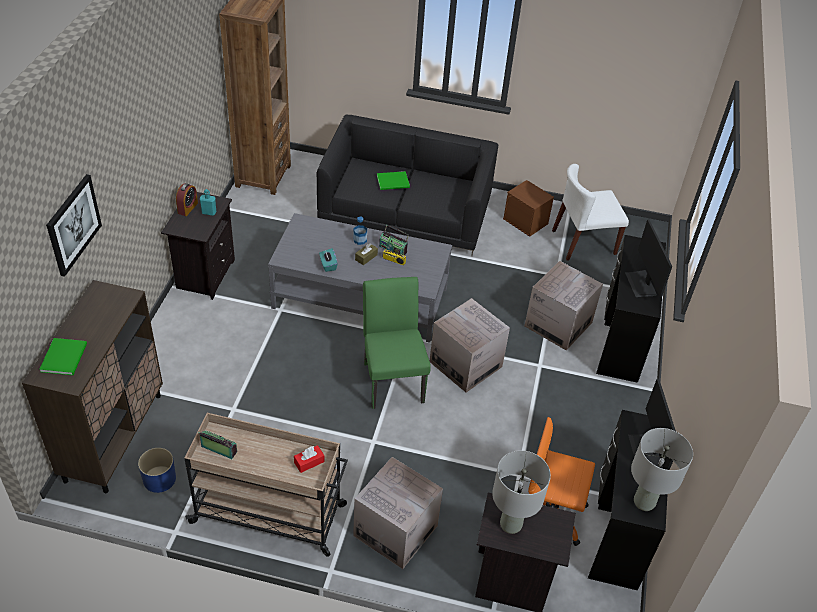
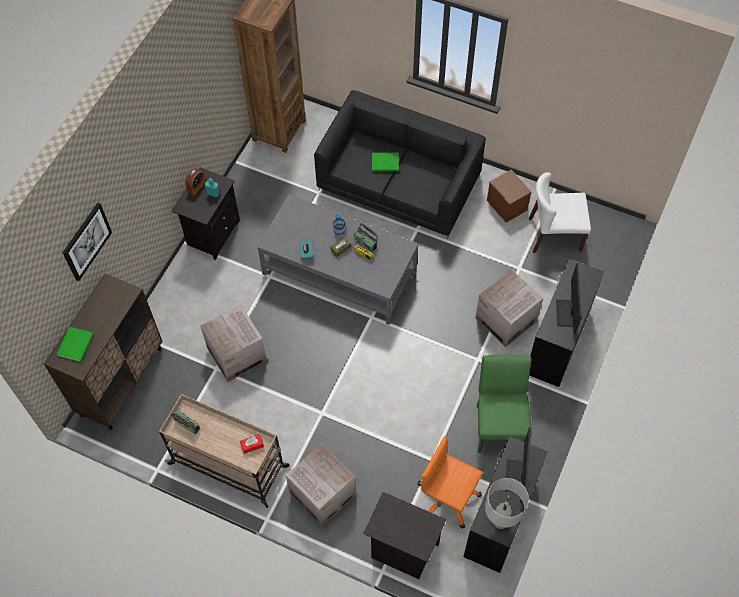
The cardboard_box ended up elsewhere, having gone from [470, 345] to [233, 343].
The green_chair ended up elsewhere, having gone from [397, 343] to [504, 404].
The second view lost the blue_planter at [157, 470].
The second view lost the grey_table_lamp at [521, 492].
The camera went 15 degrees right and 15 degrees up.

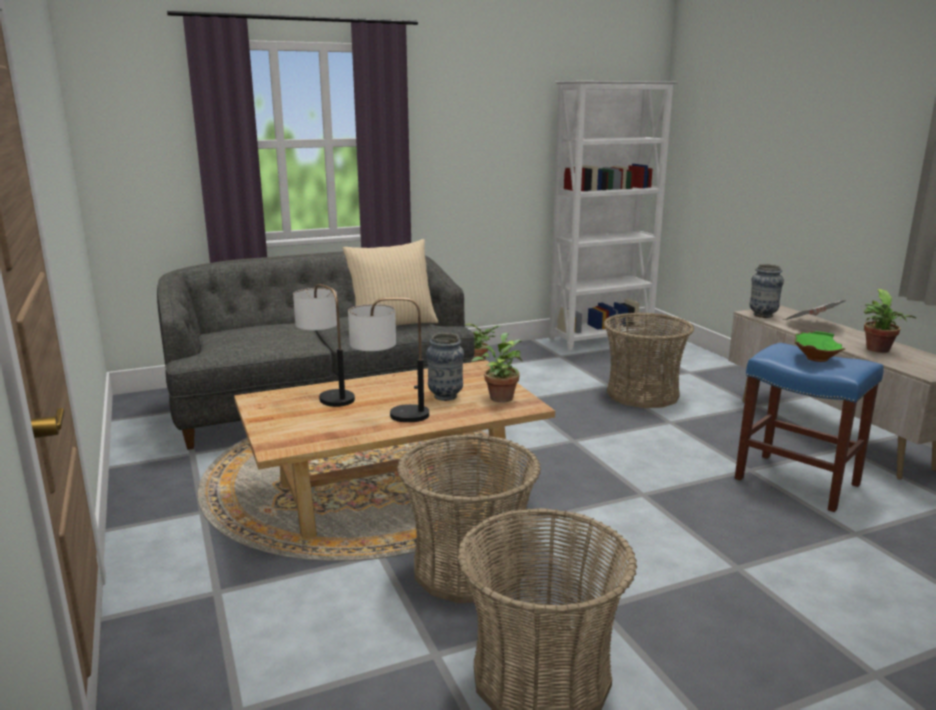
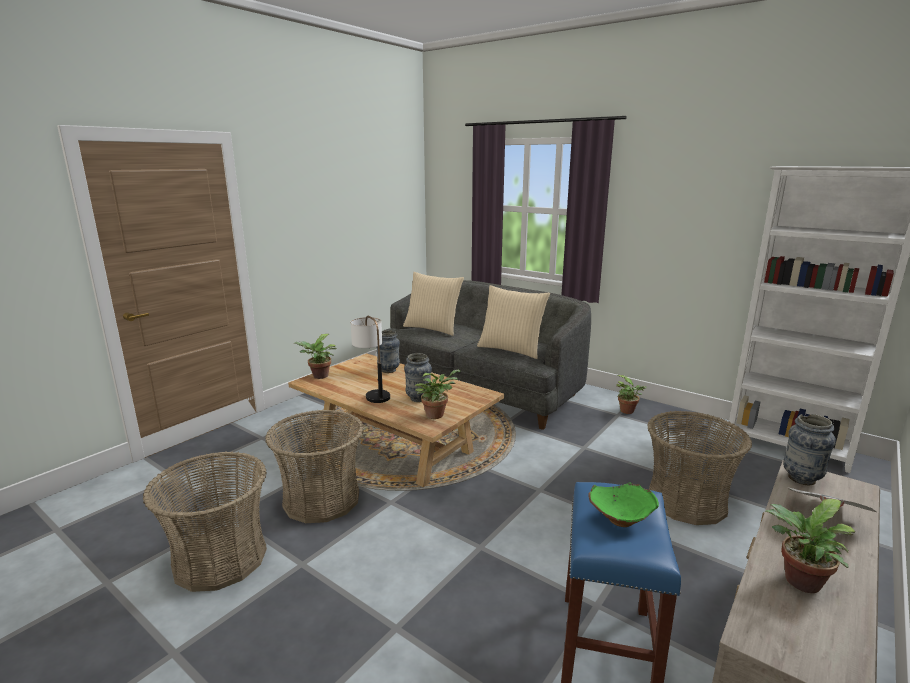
The second view gained the potted_plant at [314, 356].
Where the table_lamp stood at [324, 345], the vase came to stand at [388, 351].
The second view gained the beige_pillow at [433, 304].
The camera went 60 degrees right and 0 degrees up.

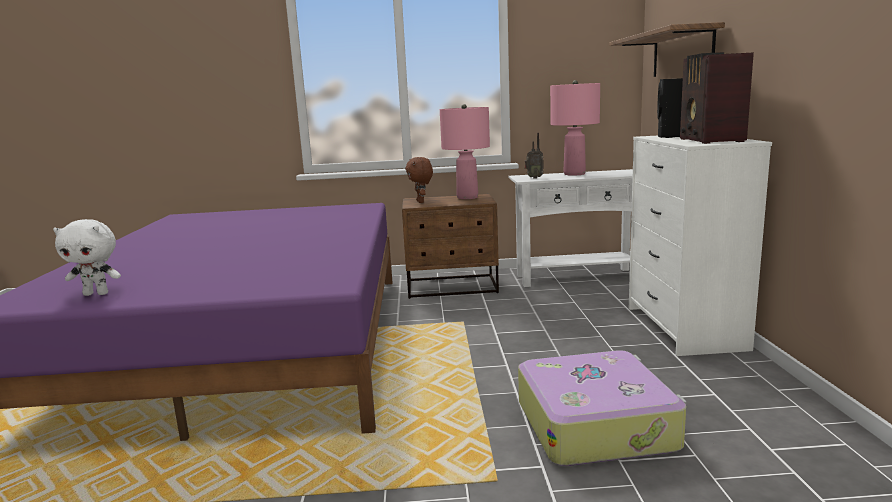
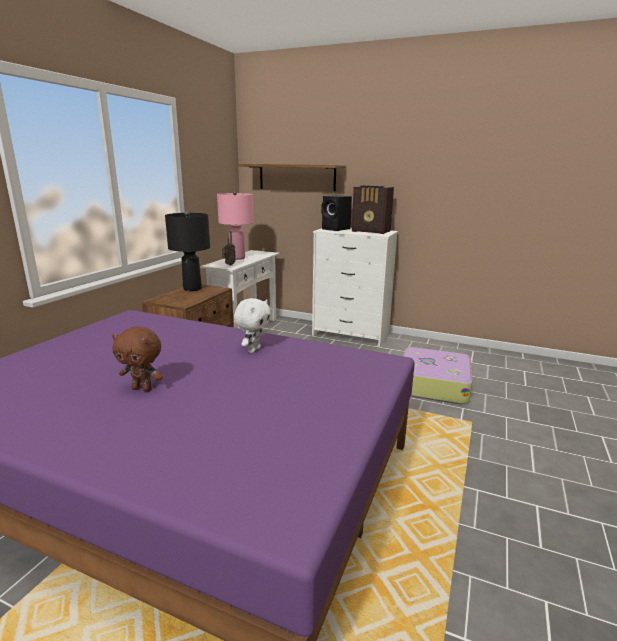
The brown_plush_toy ended up elsewhere, having gone from [419, 180] to [137, 359].
What was the pink_table_lamp at [465, 151] turned into the black_table_lamp at [187, 251].
The white_plush_toy ended up elsewhere, having gone from [87, 257] to [252, 325].
The camera went 65 degrees left and 5 degrees up.

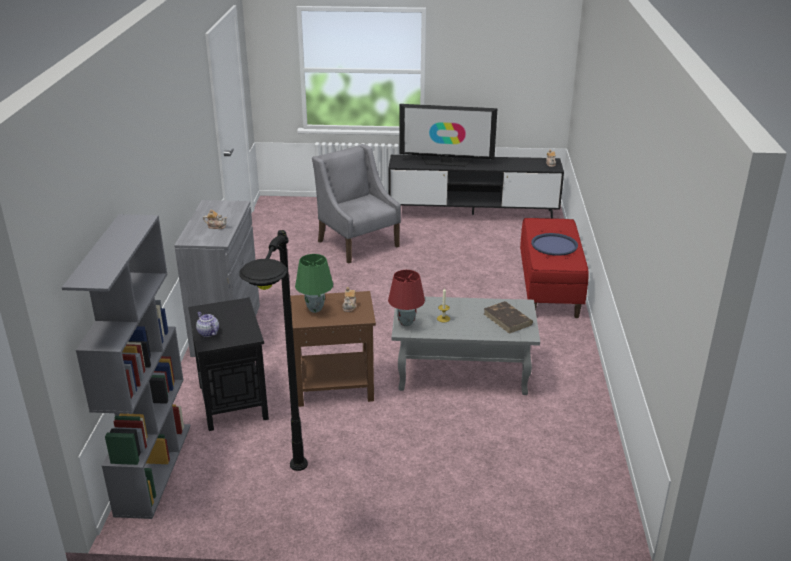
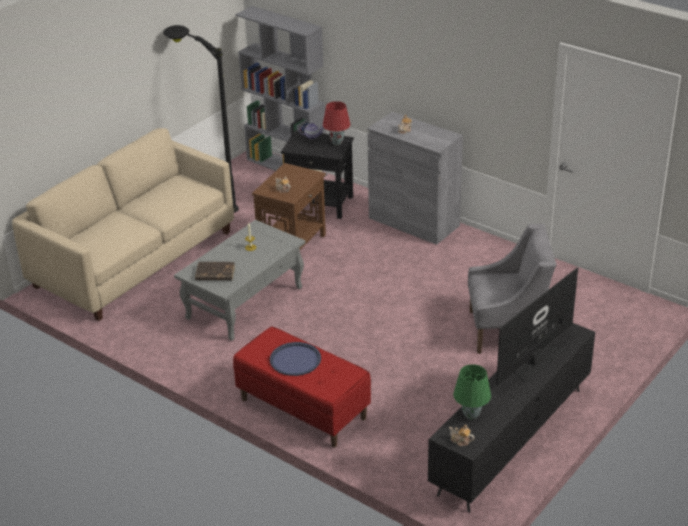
The second view gained the beige_sofa at [123, 224].
The red_table_lamp ended up elsewhere, having gone from [406, 298] to [336, 123].
The green_table_lamp ended up elsewhere, having gone from [314, 283] to [472, 392].
The camera went 125 degrees right and 5 degrees up.

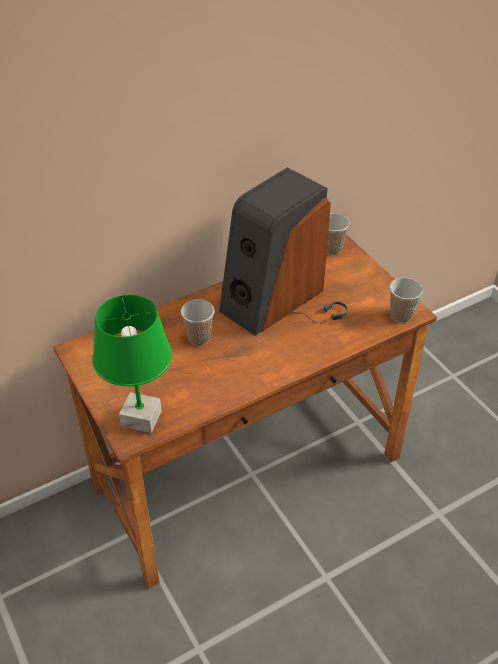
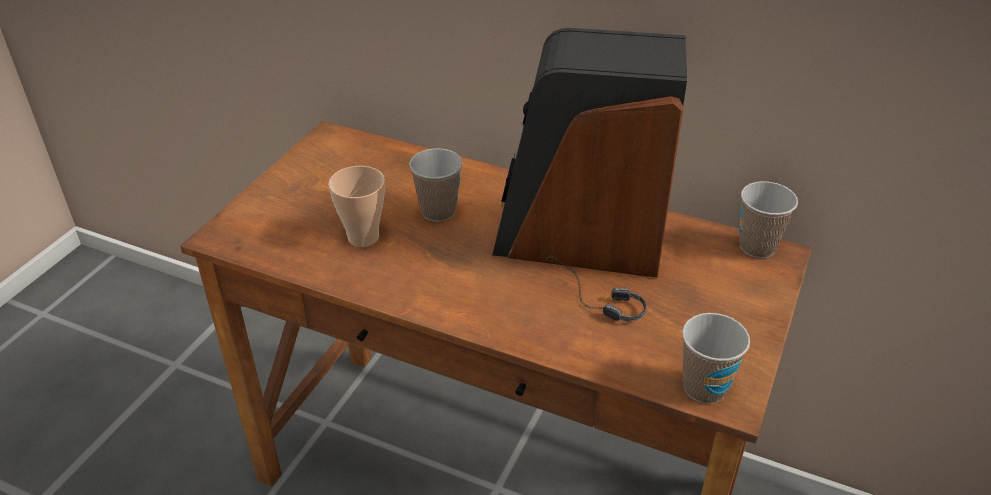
The second view gained the cup at [356, 206].
The second view lost the green_table_lamp at [132, 364].
The camera went 55 degrees right and 5 degrees down.

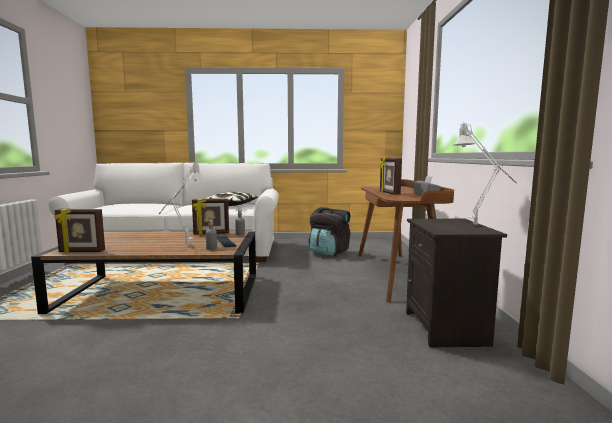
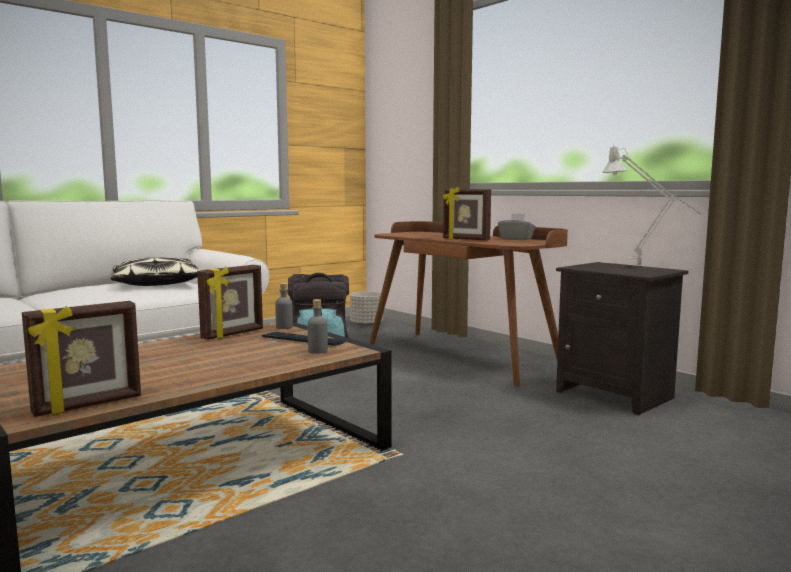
The second view gained the grey_planter at [366, 308].
The second view lost the grey_table_lamp at [181, 203].
The camera went 40 degrees left and 0 degrees up.

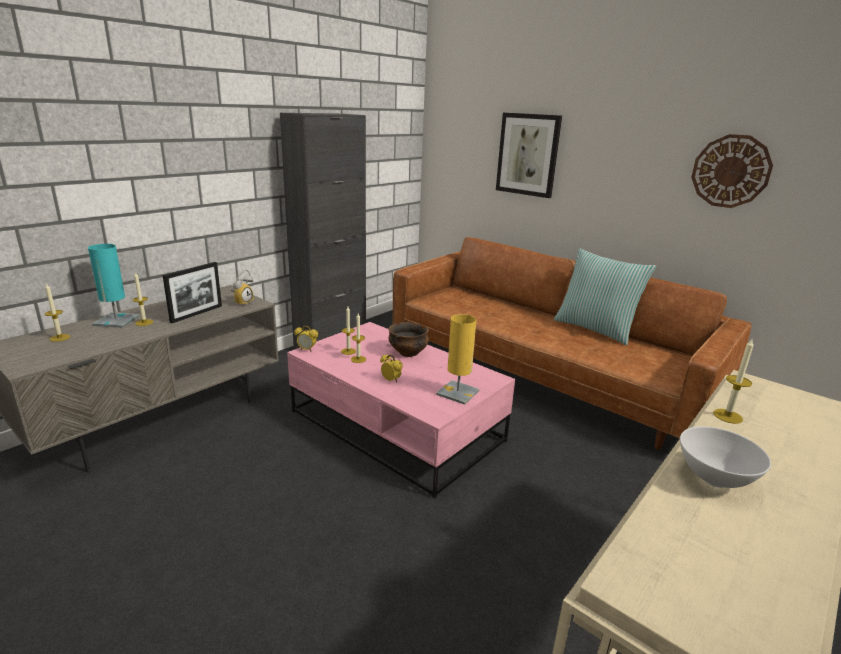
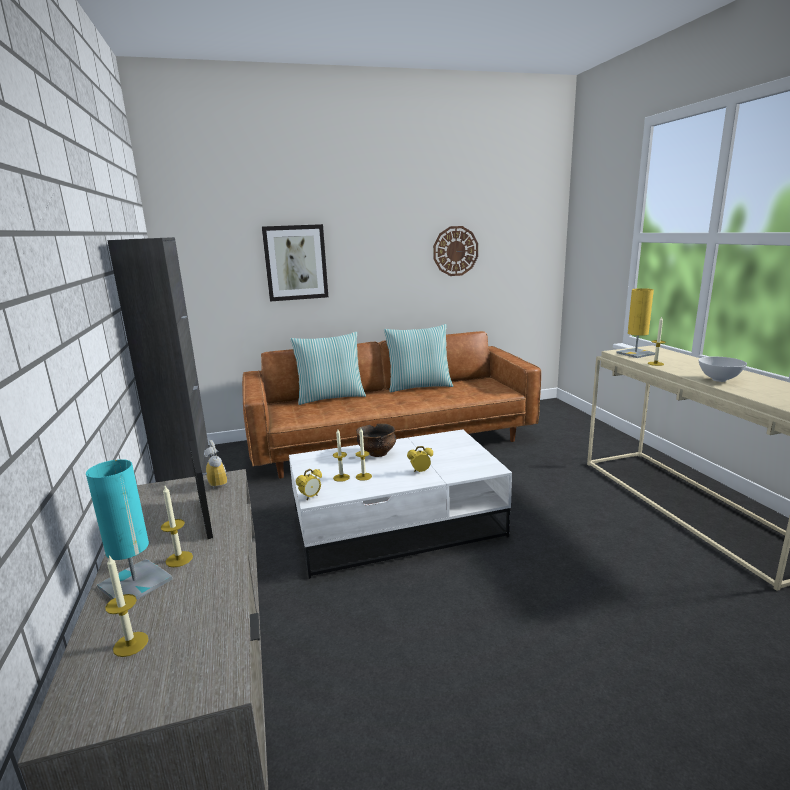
What was the pink_coffee_table at [401, 410] turned into the white_coffee_table at [400, 504].
The second view gained the pillow at [328, 368].
The yellow_table_lamp ended up elsewhere, having gone from [458, 359] to [636, 323].
The camera went 55 degrees left and 5 degrees down.

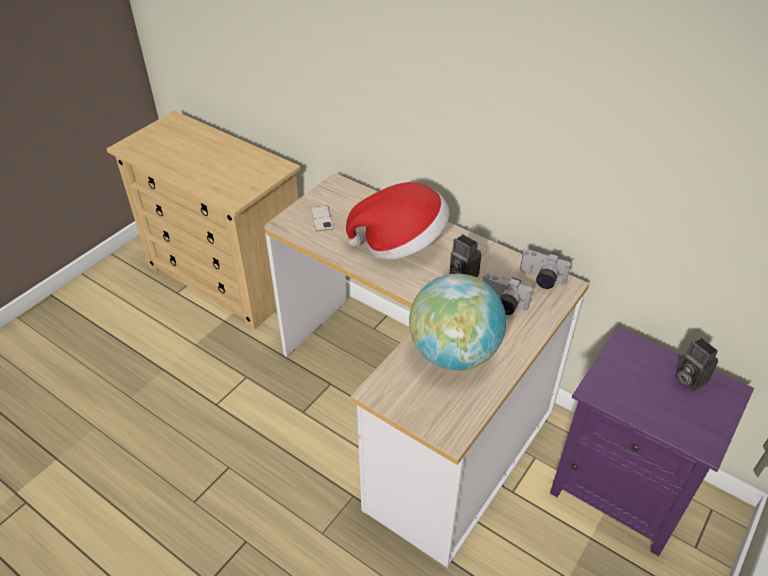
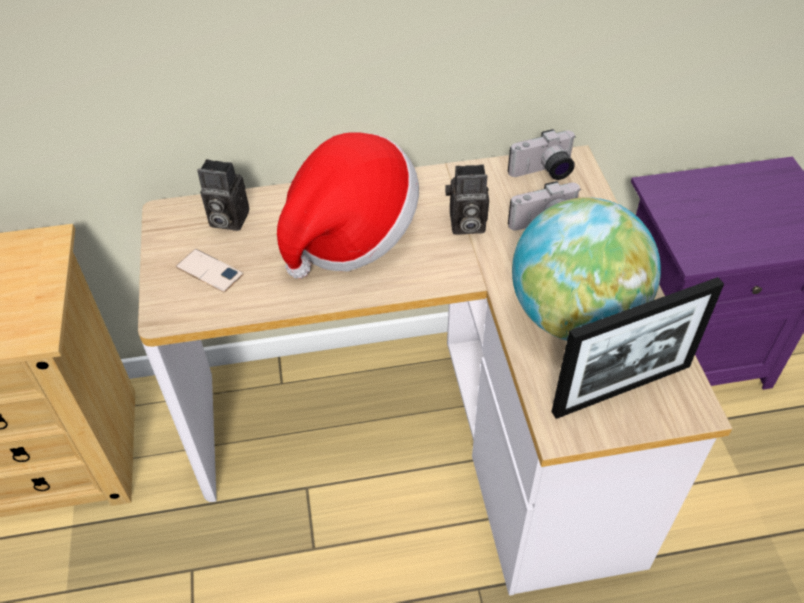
The photo_camera ended up elsewhere, having gone from [696, 365] to [223, 195].
The second view gained the picture_frame at [637, 348].
The camera went 45 degrees left and 5 degrees up.

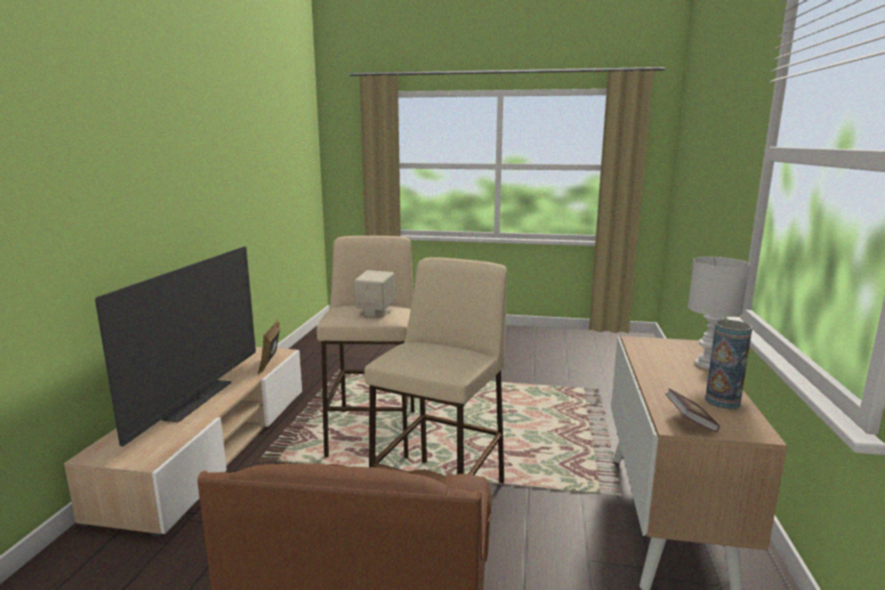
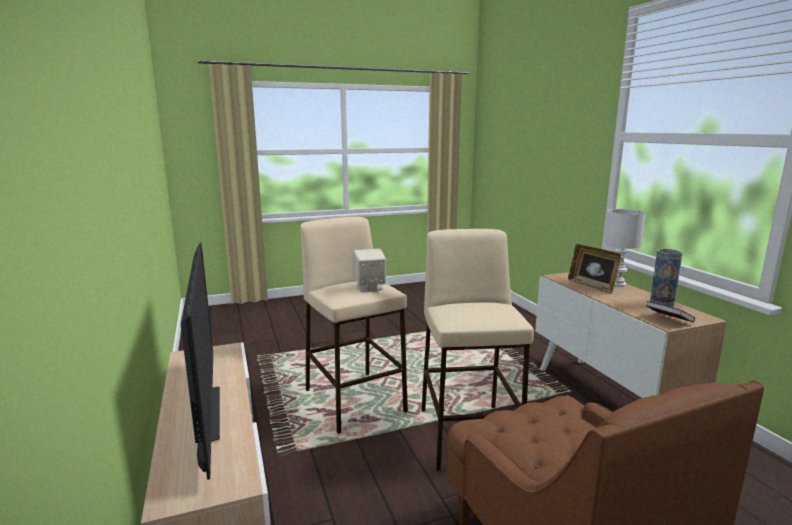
The picture_frame ended up elsewhere, having gone from [268, 346] to [594, 269].
The camera went 30 degrees left and 0 degrees up.

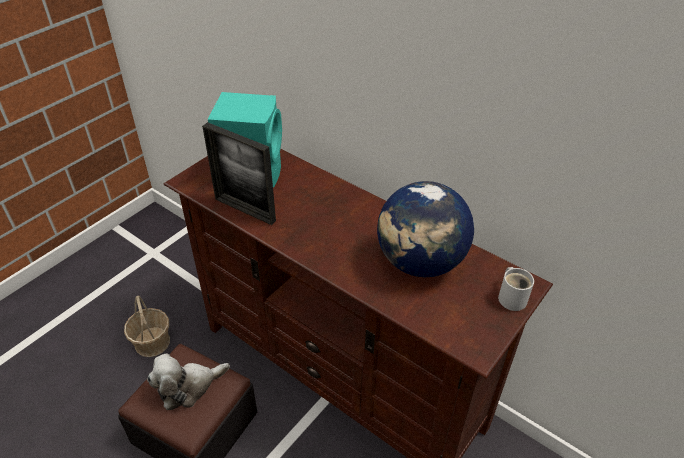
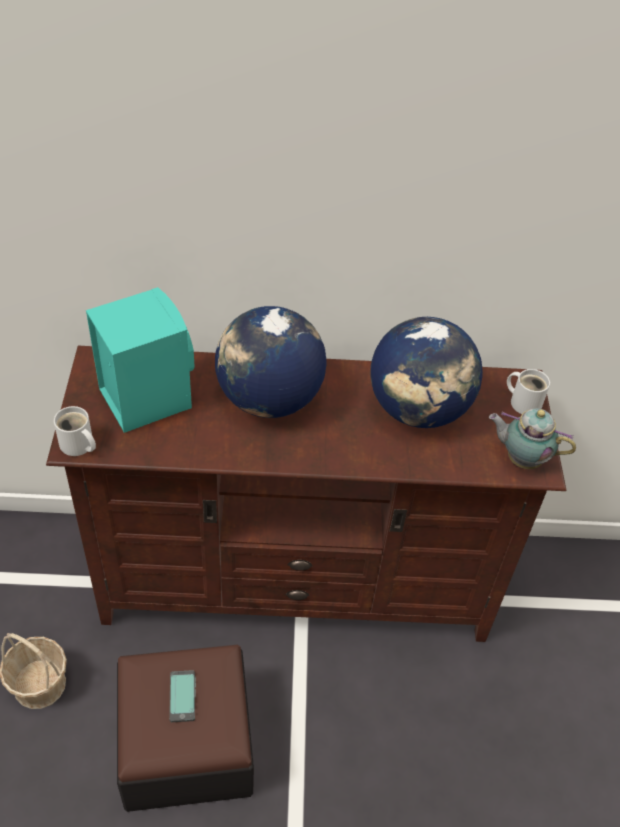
The second view gained the white_mug at [75, 431].
Where the plush_toy stood at [188, 381], the phone came to stand at [182, 696].
The second view gained the globe at [271, 362].
The second view gained the teapot at [532, 438].
The second view lost the picture_frame at [239, 173].
The camera went 40 degrees left and 5 degrees up.

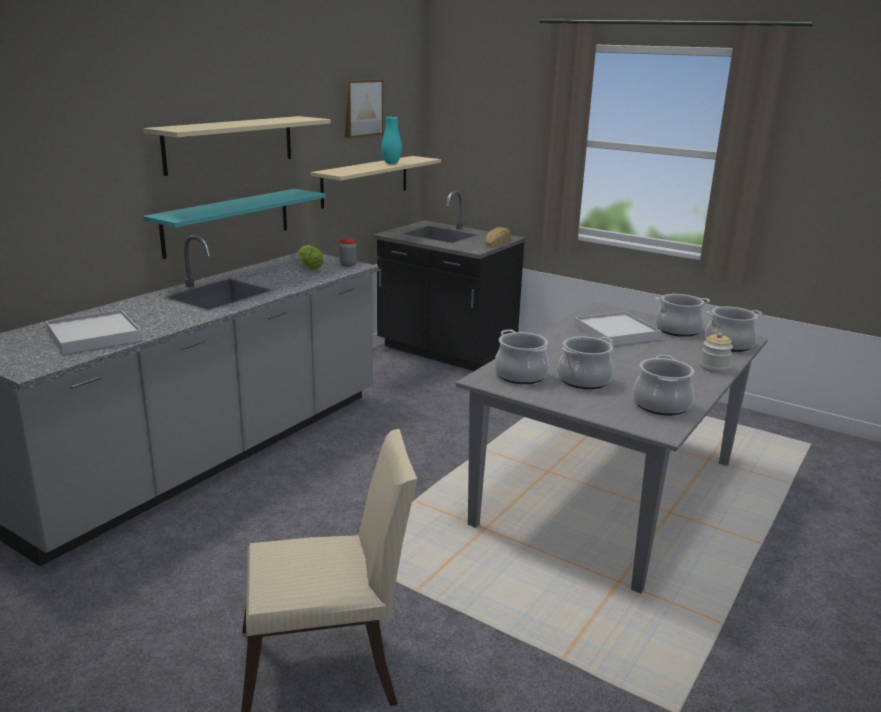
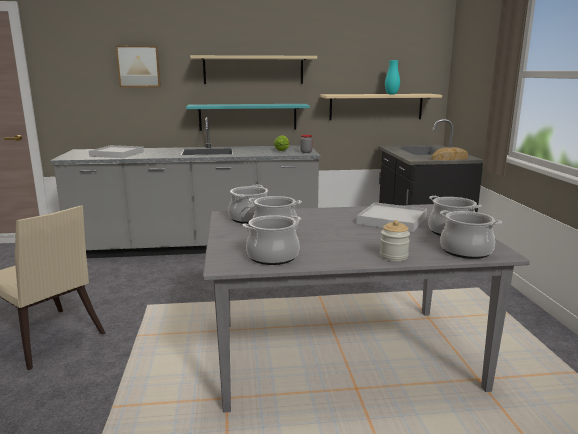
The picture ended up elsewhere, having gone from [363, 108] to [138, 66].
The camera went 50 degrees right and 5 degrees down.

